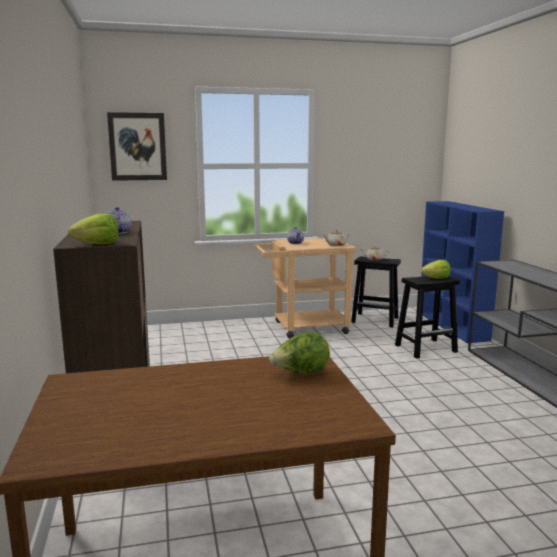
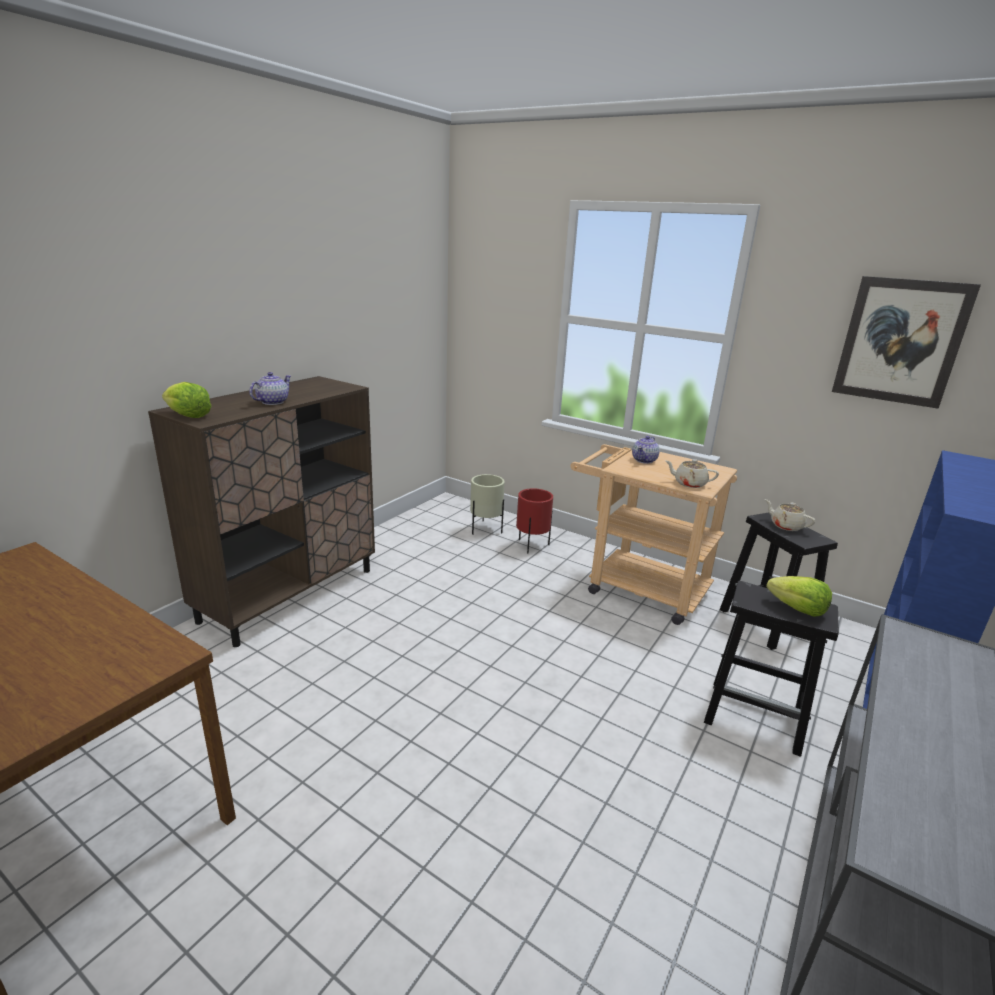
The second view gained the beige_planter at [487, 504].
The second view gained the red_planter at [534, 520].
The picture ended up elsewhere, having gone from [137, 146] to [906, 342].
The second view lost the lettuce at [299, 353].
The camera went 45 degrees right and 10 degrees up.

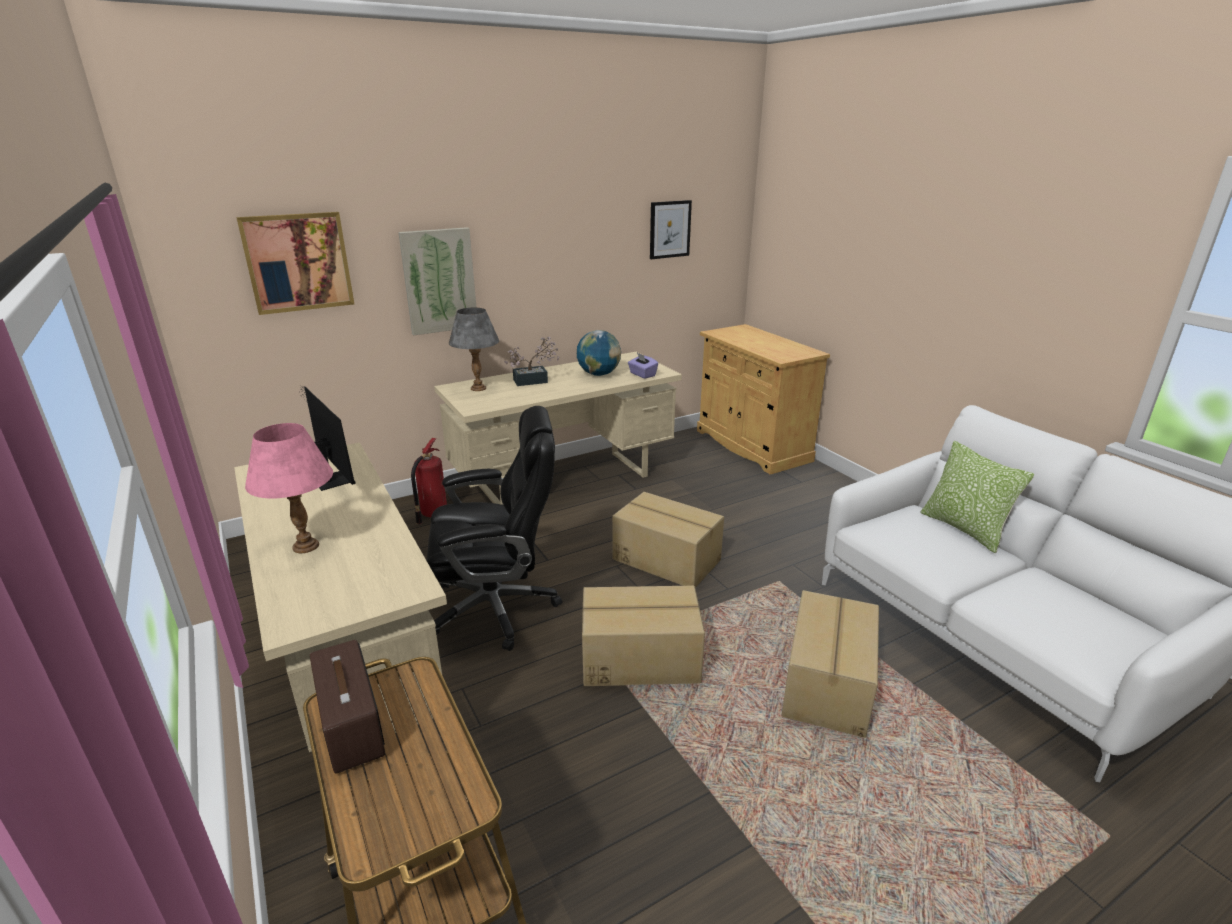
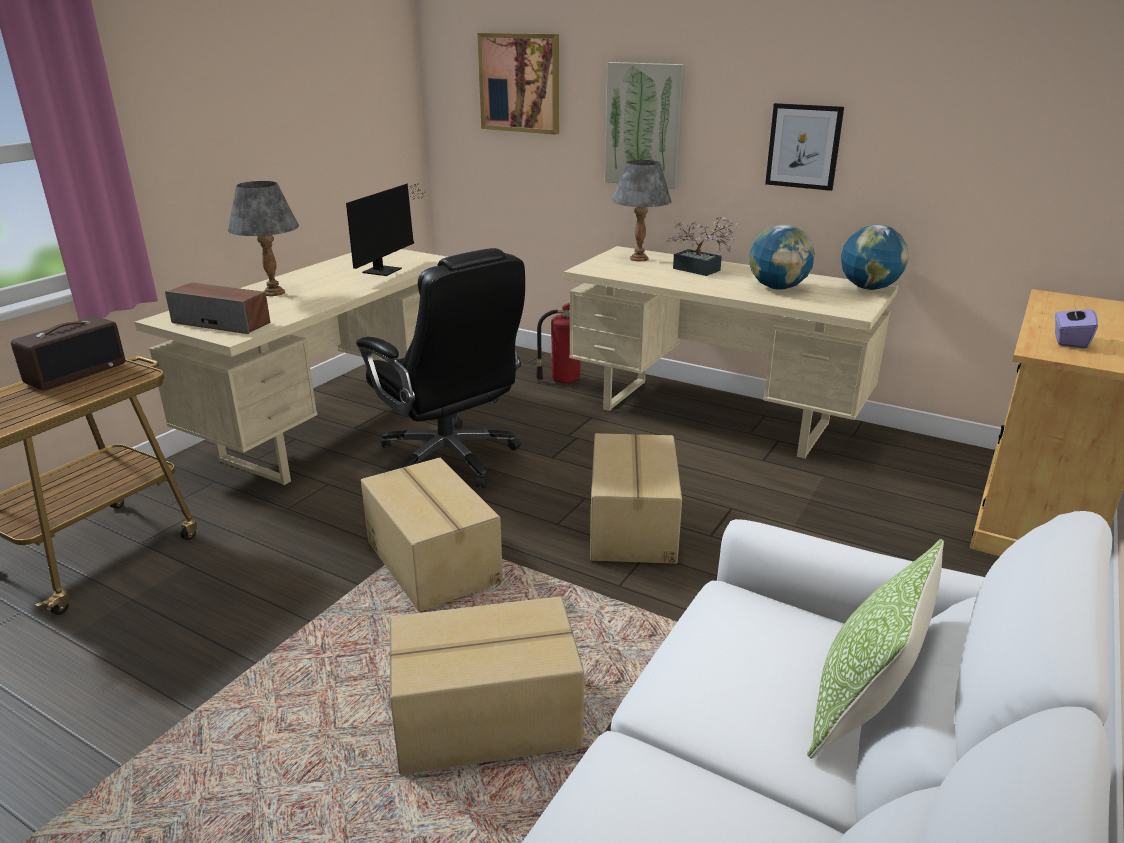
The second view gained the speaker at [217, 308].
What was the pink_table_lamp at [289, 488] turned into the grey_table_lamp at [263, 238].
The picture ended up elsewhere, having gone from [671, 229] to [804, 147].
The second view gained the globe at [875, 257].
The purple_tissue_box ended up elsewhere, having gone from [643, 366] to [1076, 325].
The camera went 60 degrees right and 0 degrees up.

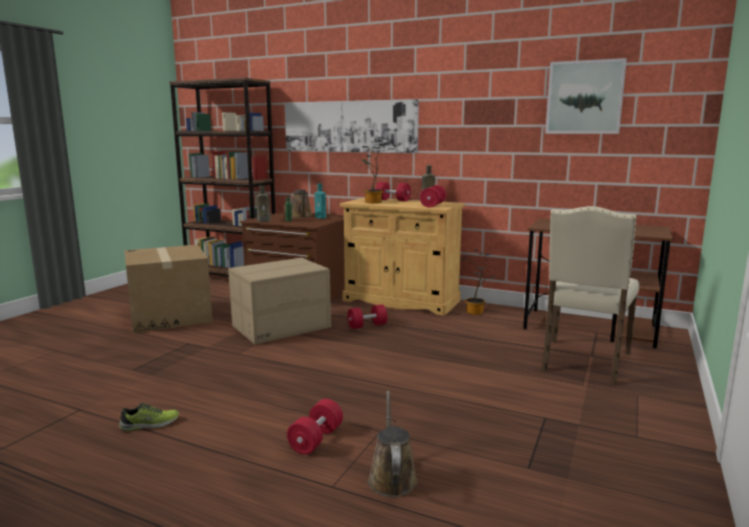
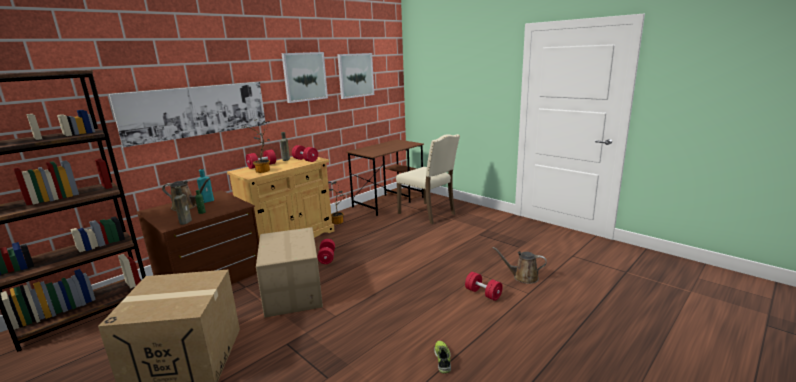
The second view gained the picture at [305, 77].
The camera went 70 degrees left and 5 degrees up.

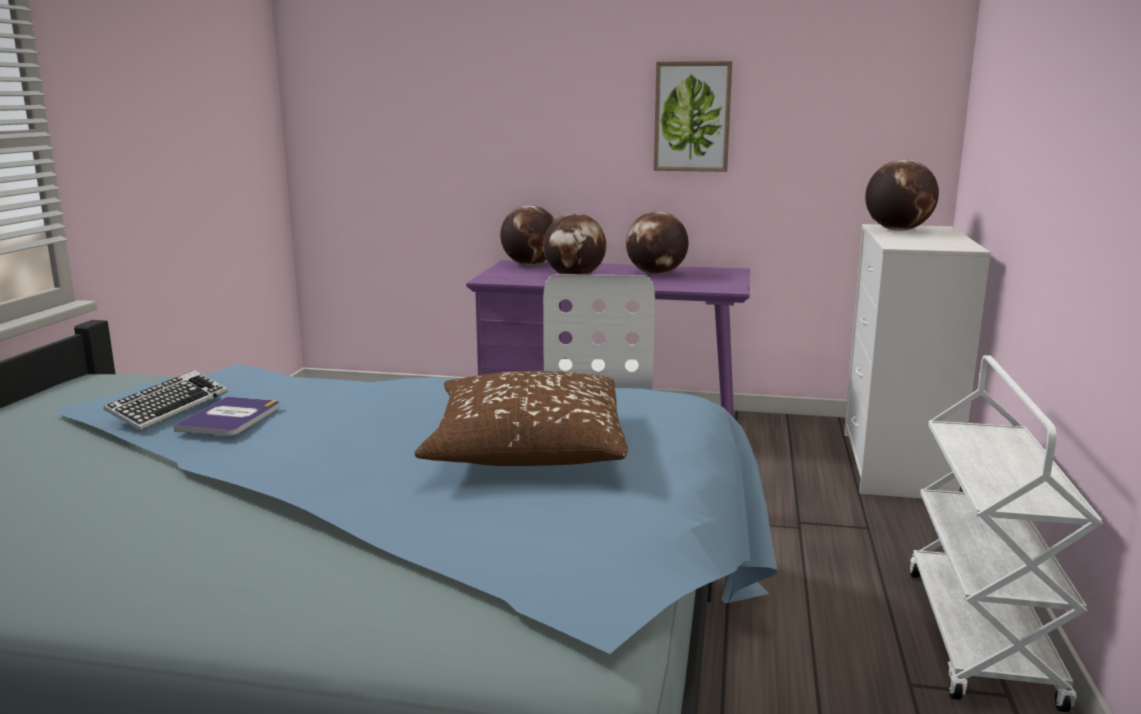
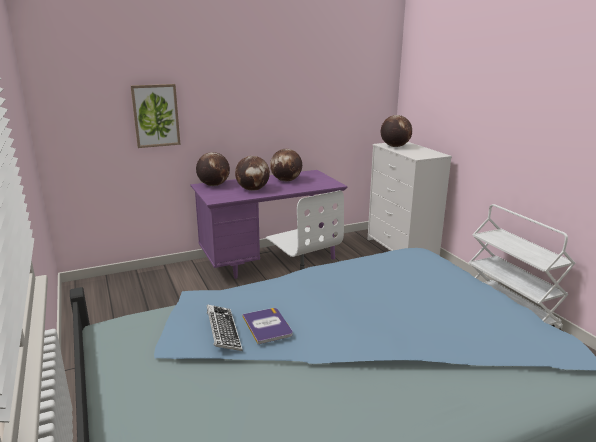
The picture ended up elsewhere, having gone from [693, 116] to [156, 116].
The second view lost the brown_pillow at [521, 418].
The camera went 35 degrees left and 5 degrees up.

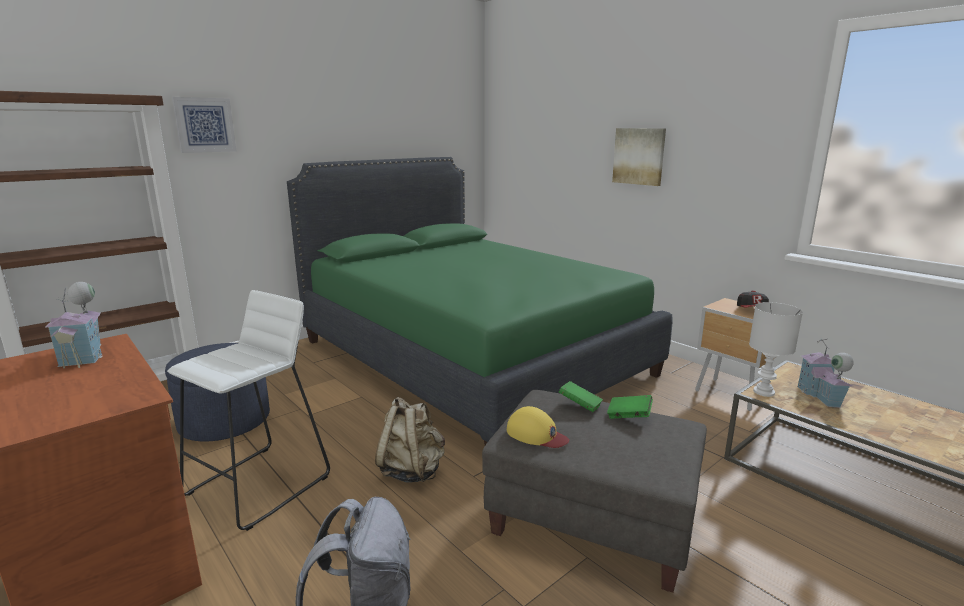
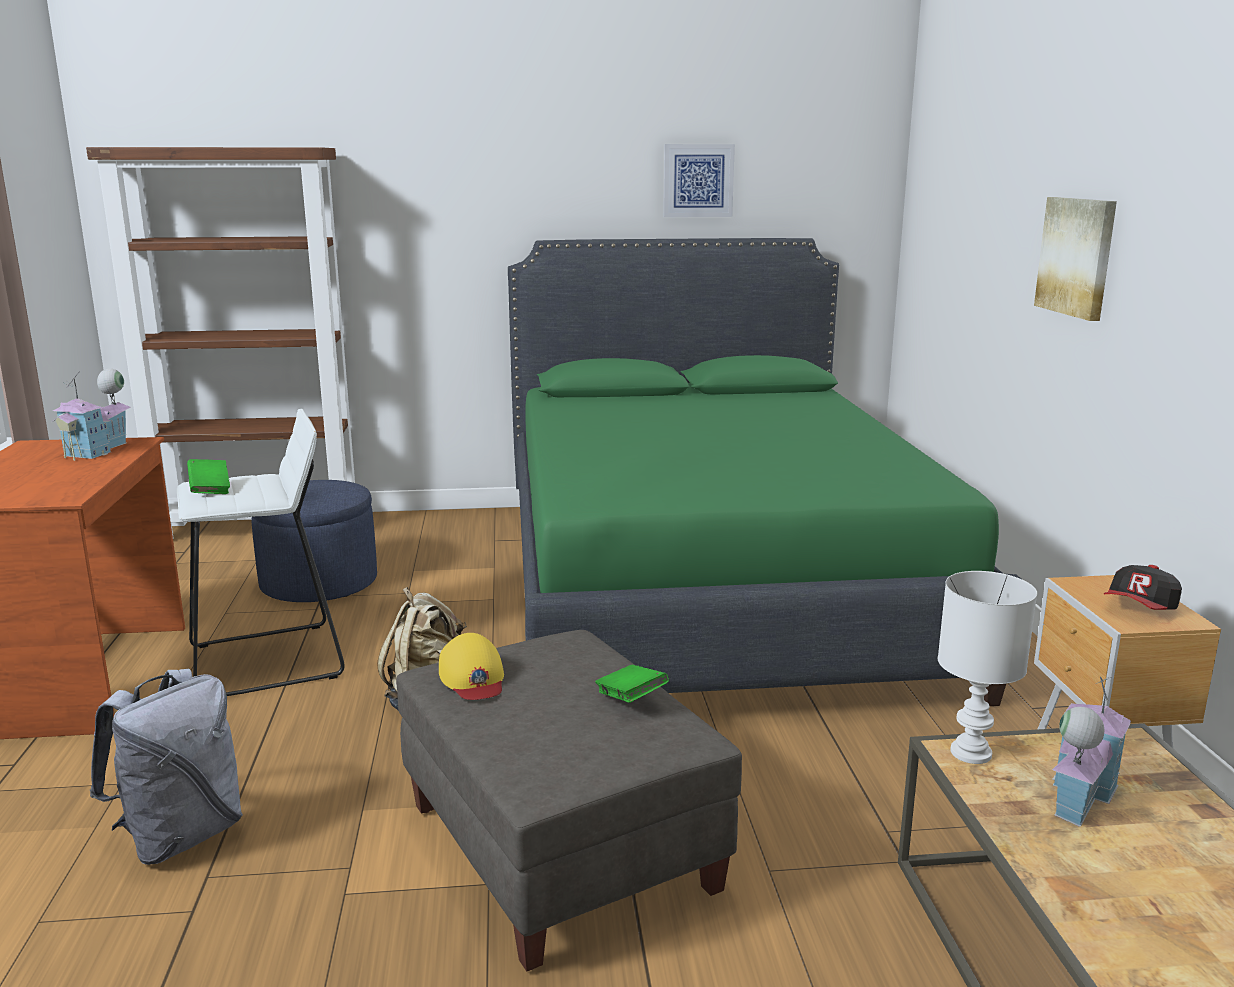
The green_book ended up elsewhere, having gone from [581, 396] to [208, 476].
The picture ended up elsewhere, having gone from [204, 125] to [699, 180].
The camera went 35 degrees right and 0 degrees up.

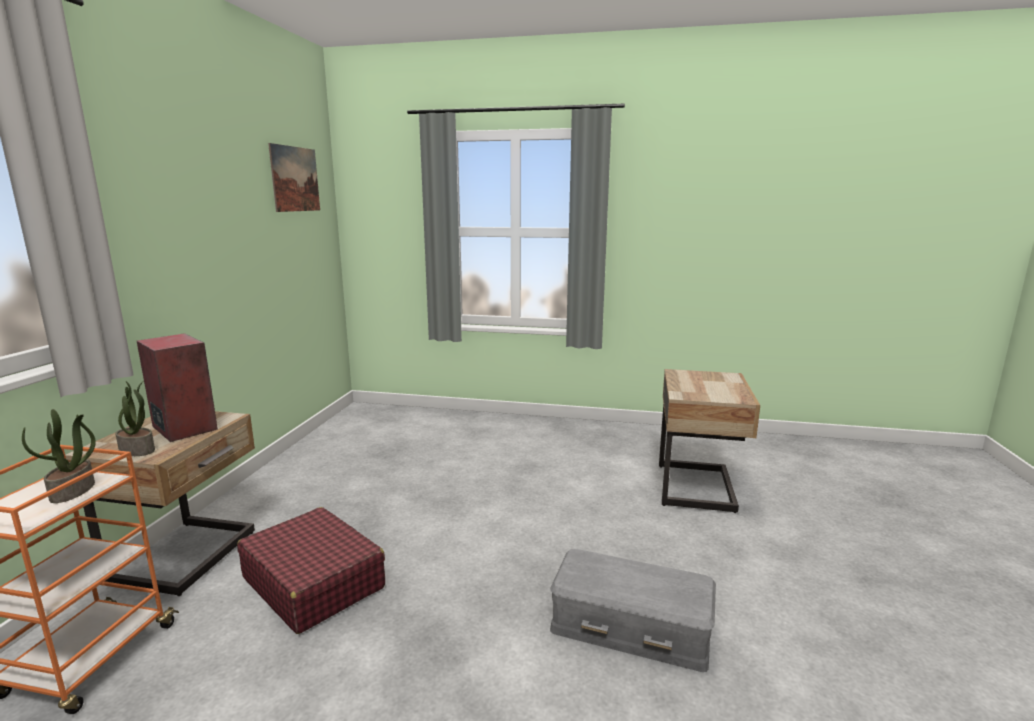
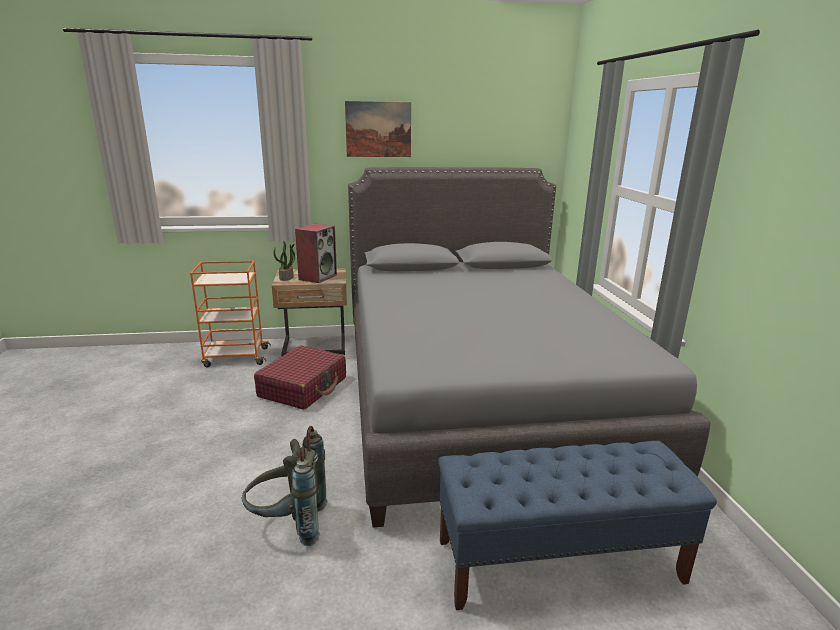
Where the grey_storage_box stood at [633, 610], the grey_backpack came to stand at [284, 486].
The picture ended up elsewhere, having gone from [294, 177] to [378, 129].
The second view gained the grey_bed at [529, 347].
Where the beige_nightstand stood at [709, 441], the blue_bench came to stand at [577, 525].
The second view lost the potted_plant at [59, 456].
The camera went 70 degrees right and 5 degrees up.

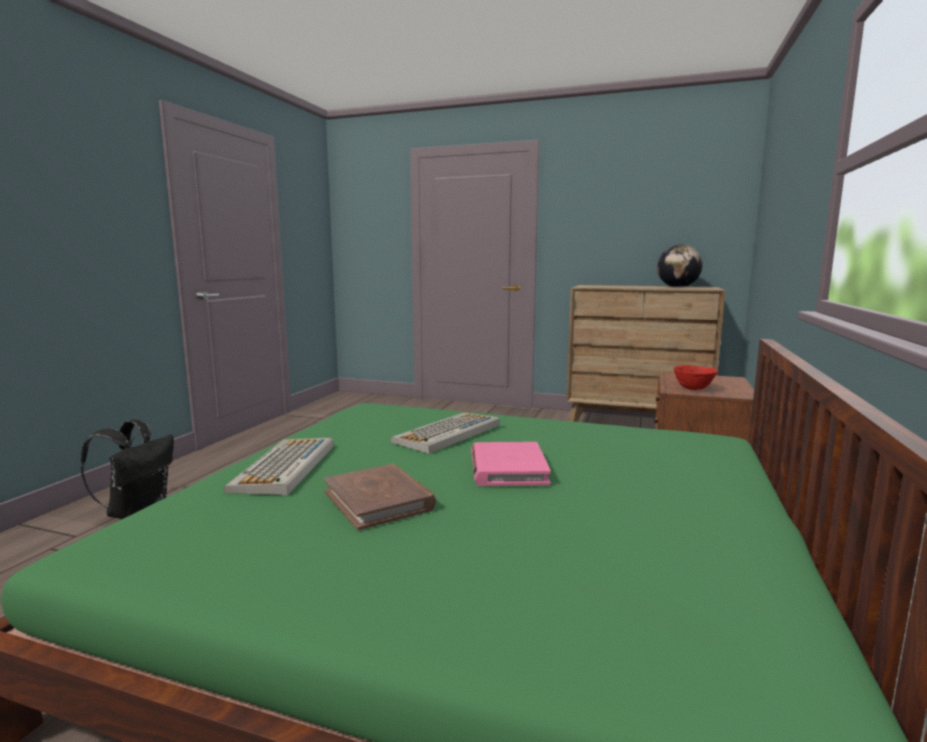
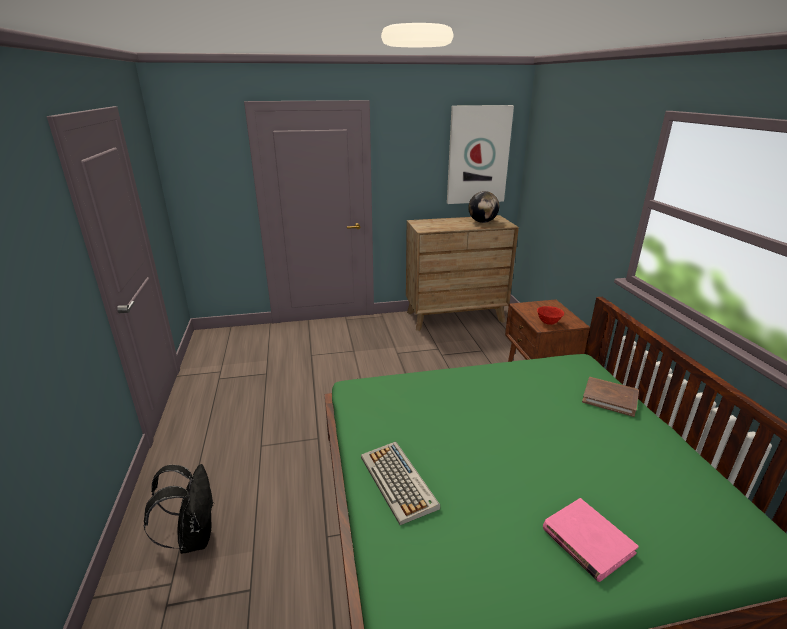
The second view gained the picture at [480, 154].
The pink_book ended up elsewhere, having gone from [511, 464] to [591, 540].
The brown_book ended up elsewhere, having gone from [380, 497] to [610, 397].
The second view lost the keyboard at [445, 433].
The camera went 30 degrees left and 15 degrees up.

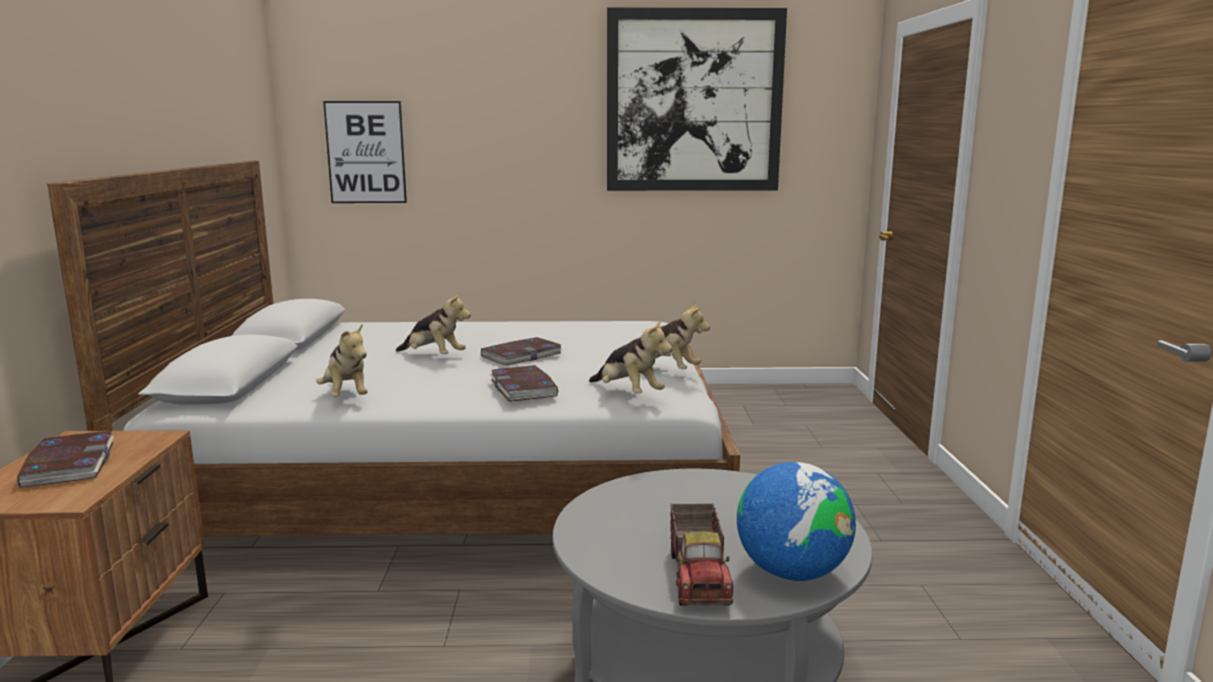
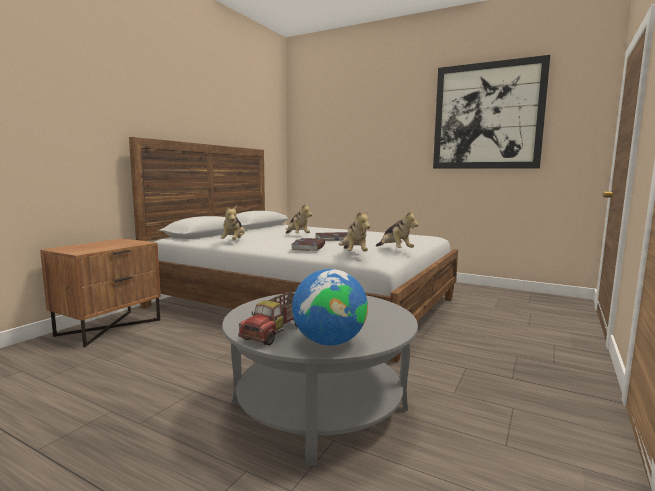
The second view lost the book at [65, 459].
The second view lost the picture at [365, 152].
The camera went 30 degrees right and 5 degrees down.

